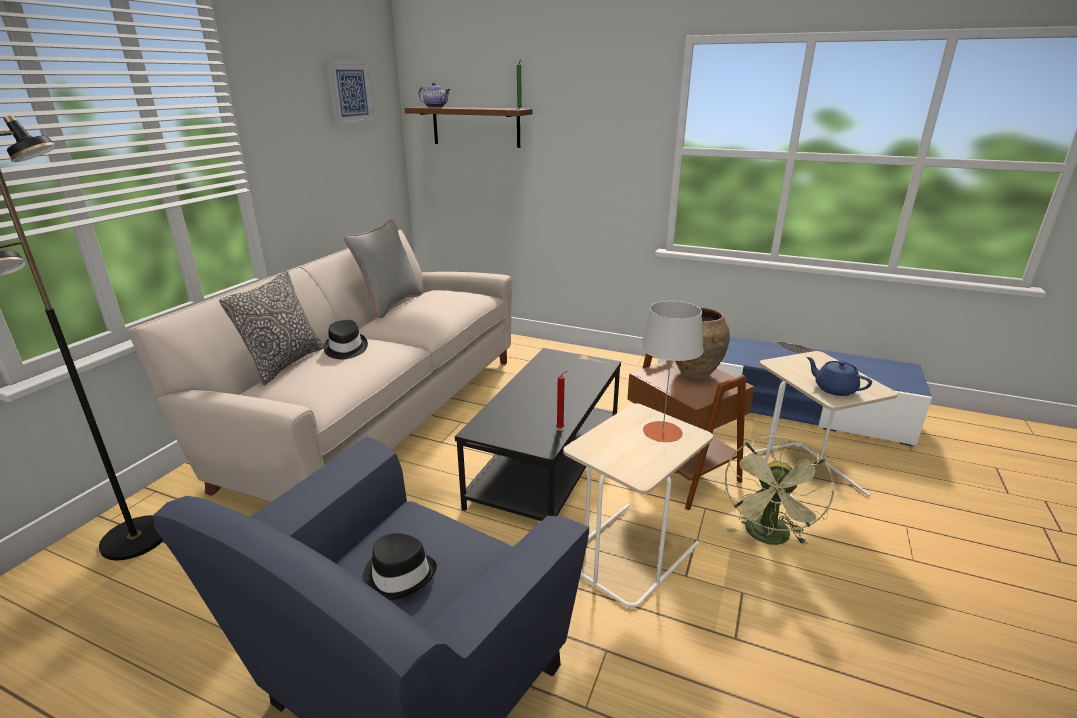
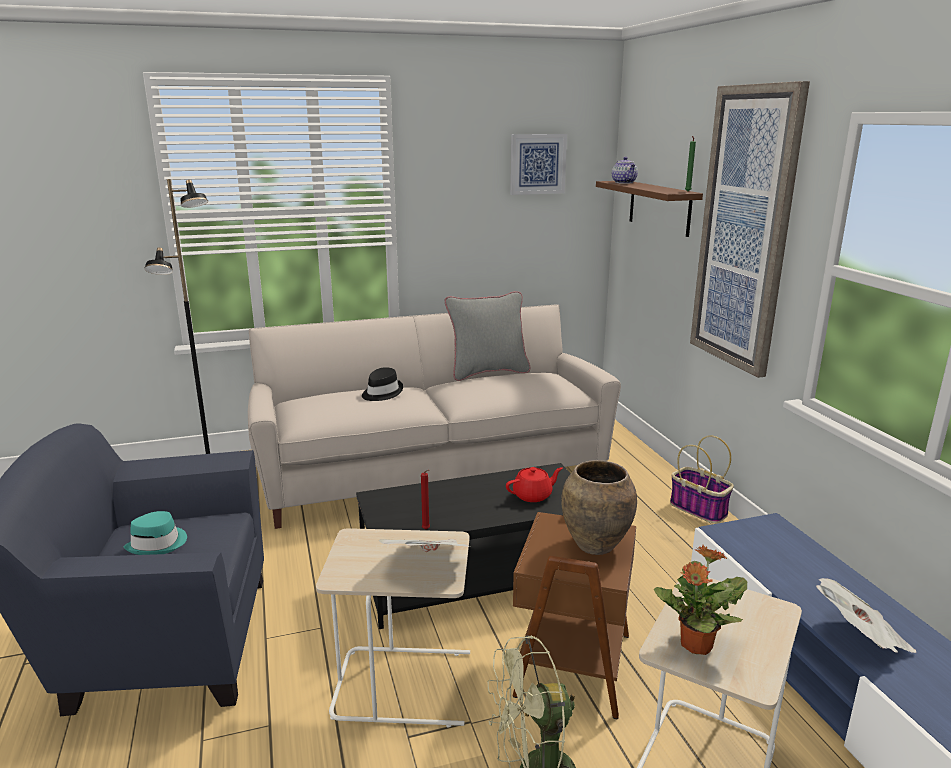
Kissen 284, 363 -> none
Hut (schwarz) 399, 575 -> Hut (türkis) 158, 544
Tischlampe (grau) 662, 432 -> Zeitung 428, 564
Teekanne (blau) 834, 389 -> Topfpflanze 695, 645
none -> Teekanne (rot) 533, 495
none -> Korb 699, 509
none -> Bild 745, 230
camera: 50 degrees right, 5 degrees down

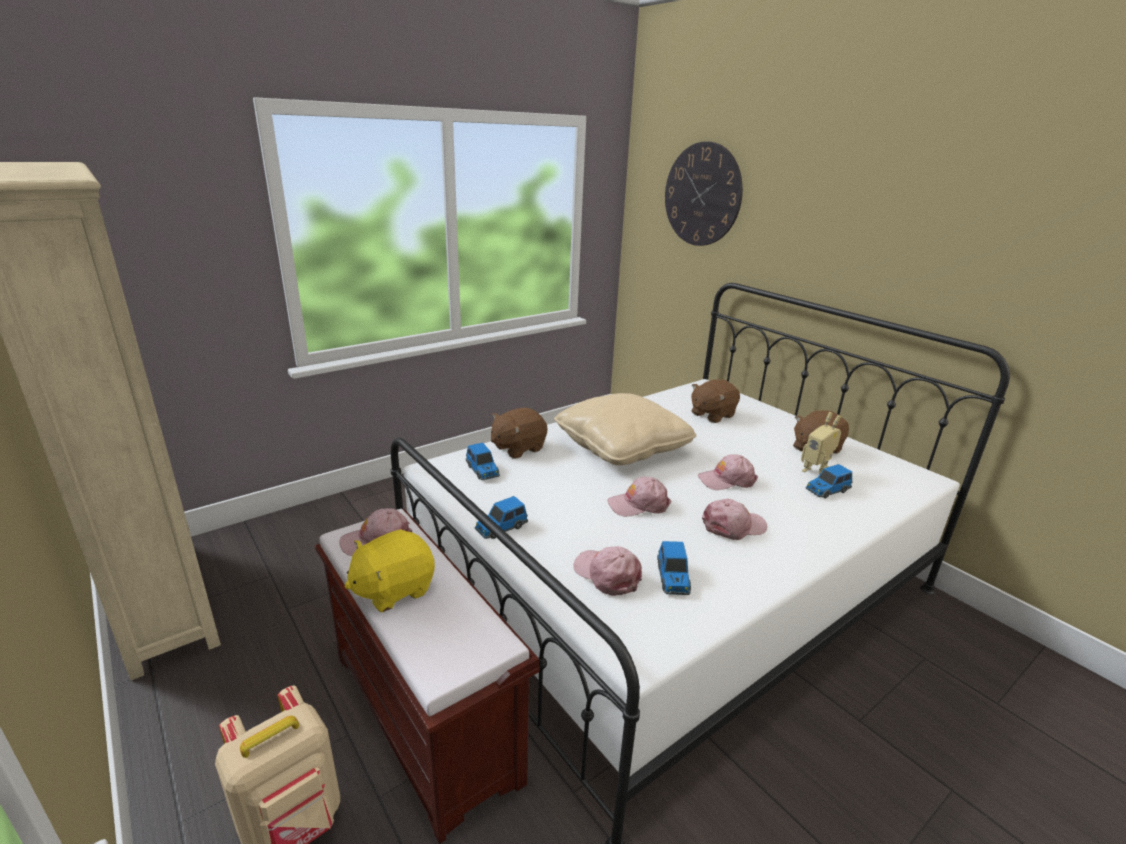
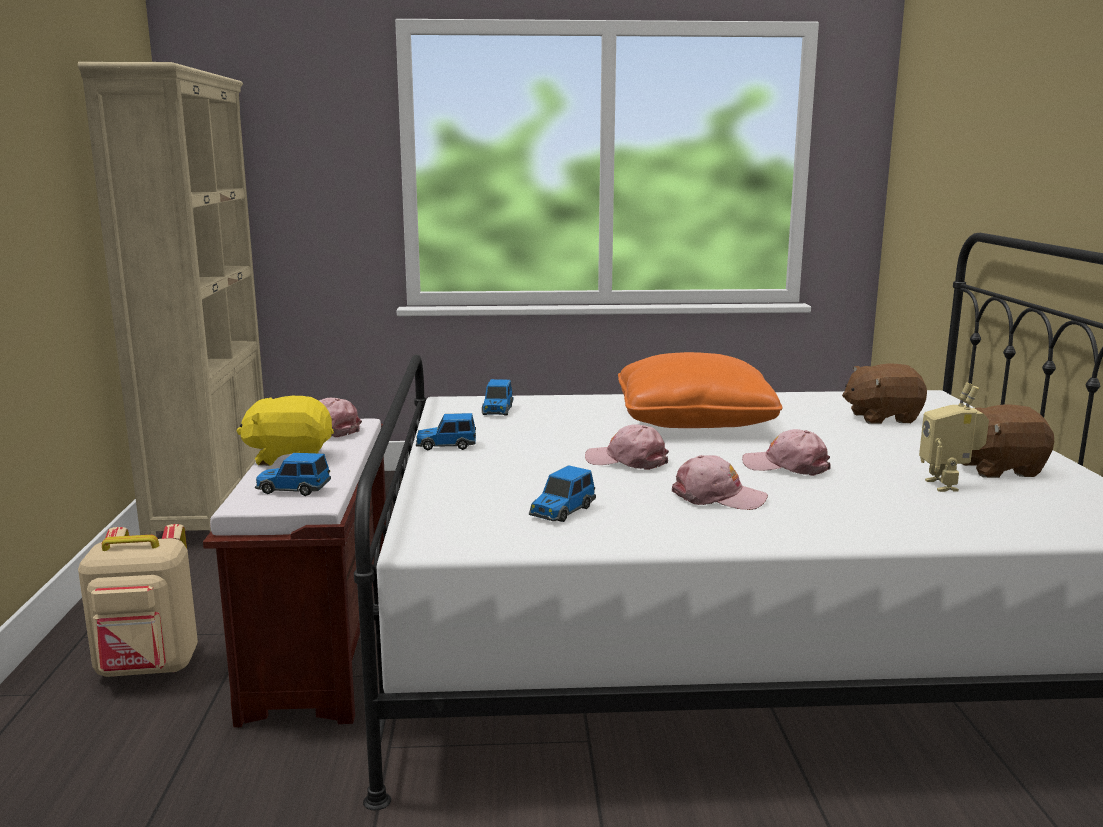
Plüschtier (braun) 518, 448 -> none
Kissen (beige) 622, 446 -> Kissen (orange) 693, 421
Kappe (rosa) 607, 574 -> none
Wanduhr 702, 195 -> none
Spielzeugauto 826, 490 -> Spielzeugauto 293, 489, shifted
camera: 35 degrees right, 10 degrees down

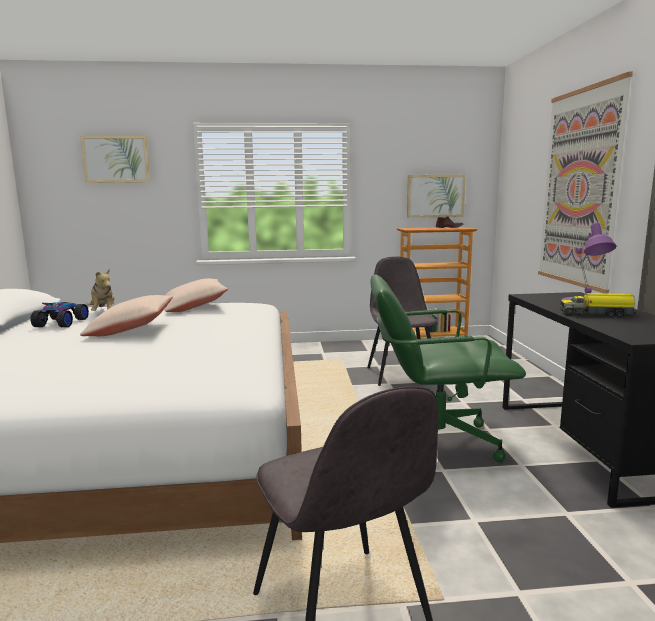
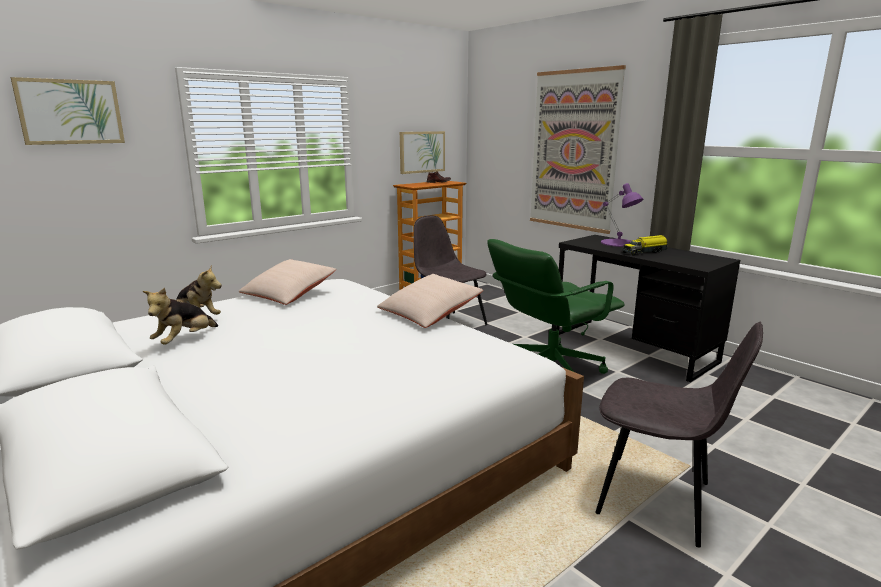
Spielzeugauto 62, 323 -> Plüschtier 184, 340
Kissen (beige) 131, 329 -> Kissen (beige) 429, 313, shifted
camera: 35 degrees left, 5 degrees up

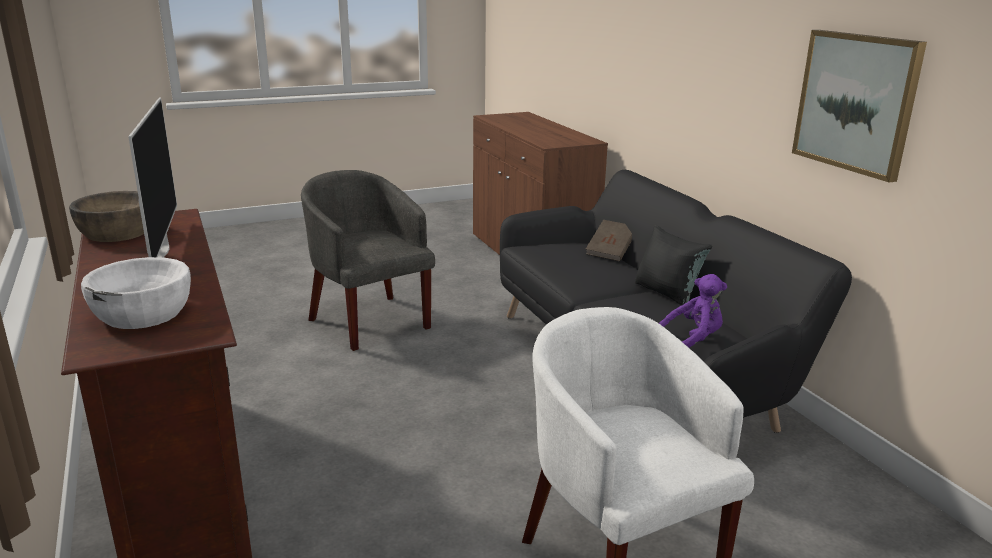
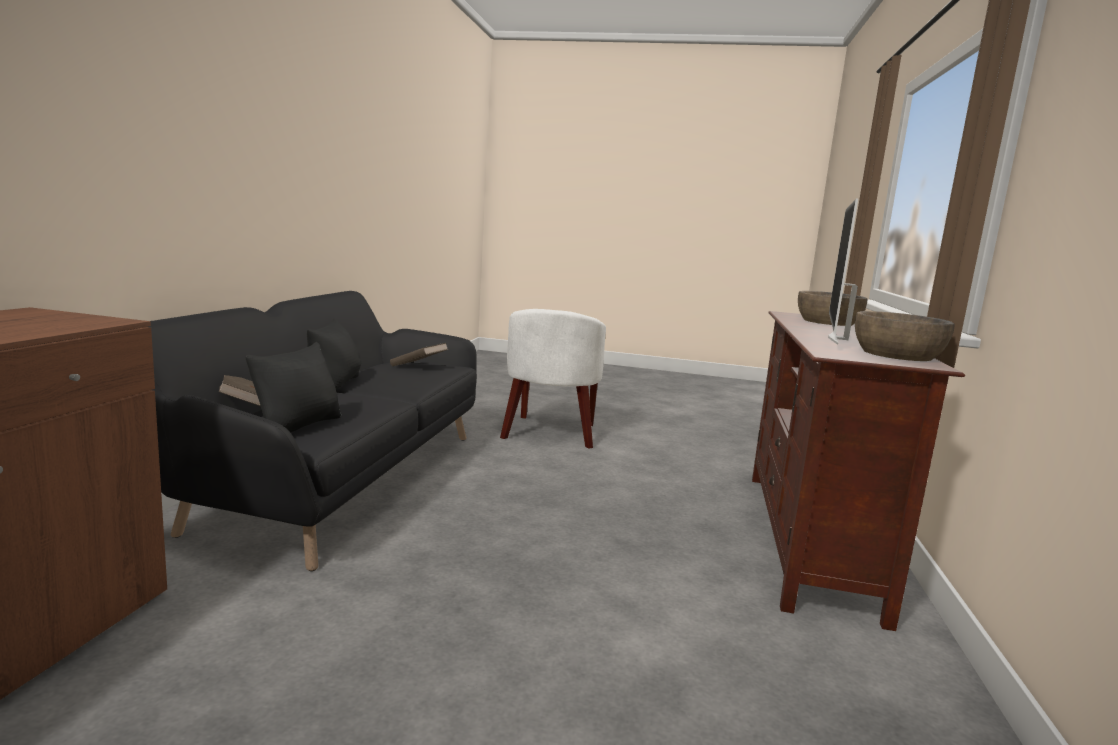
Schüssel (weiß) 143, 313 -> Schüssel (braun) 827, 322
Sessel (grau) 368, 321 -> none
Plüschtier (lila) 692, 341 -> Buch (braun) 418, 367
Bild 856, 102 -> none
none -> Kissen (schwarz) 299, 425
camera: 145 degrees left, 10 degrees down

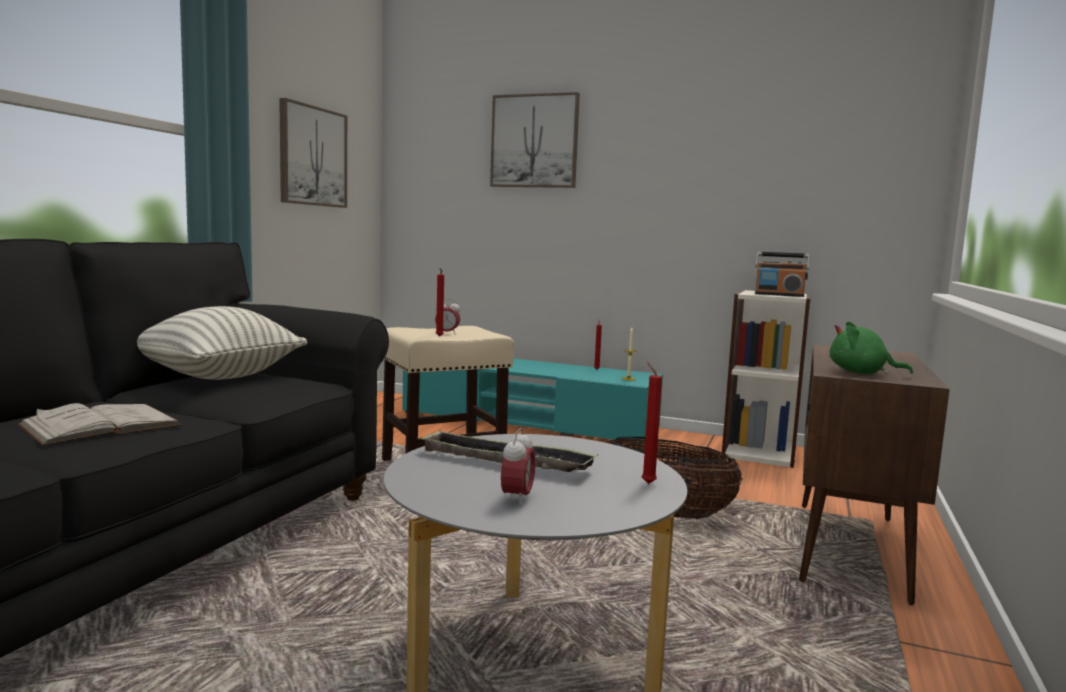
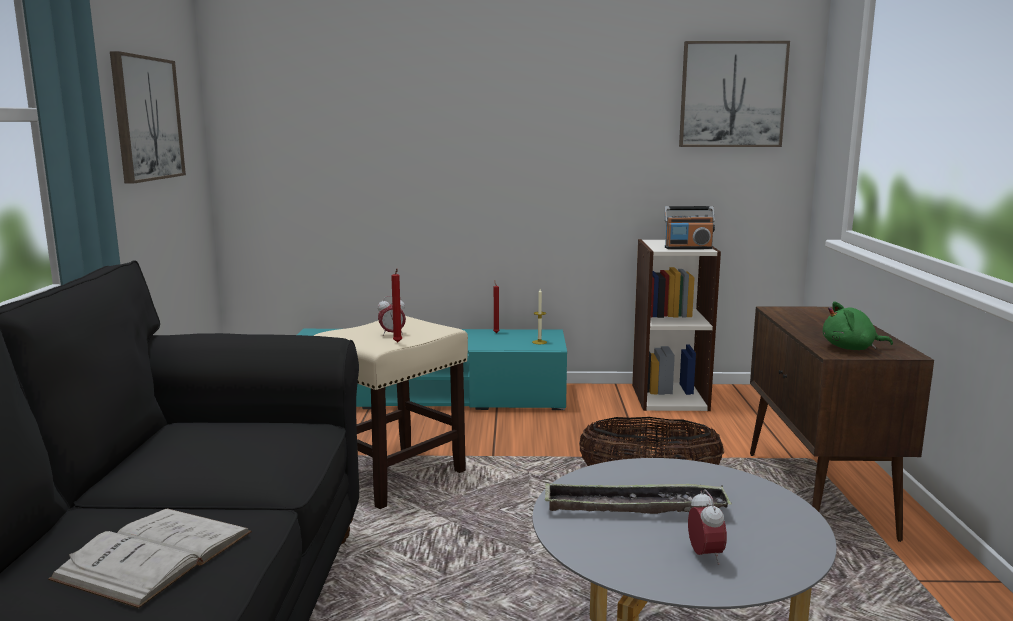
Kissen 218, 376 -> none
Bild 534, 141 -> Bild 732, 94, shifted
Kerze (rot) 647, 483 -> none
camera: 20 degrees left, 5 degrees up

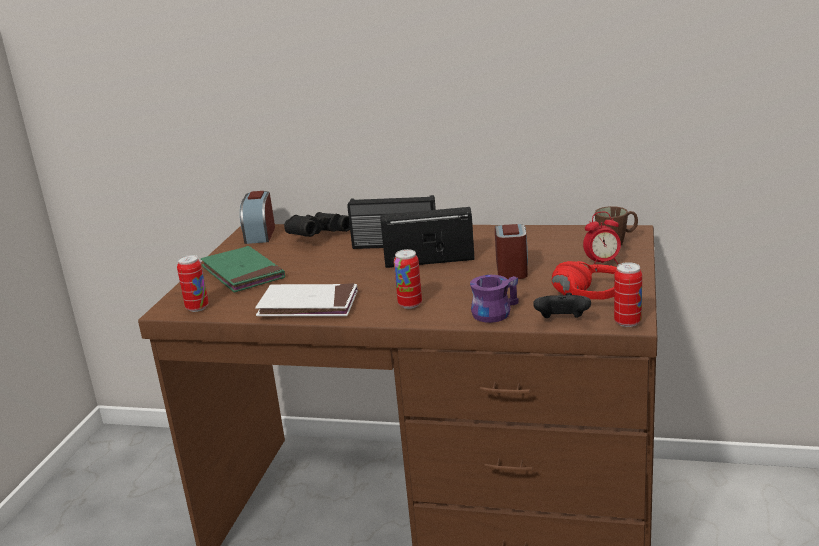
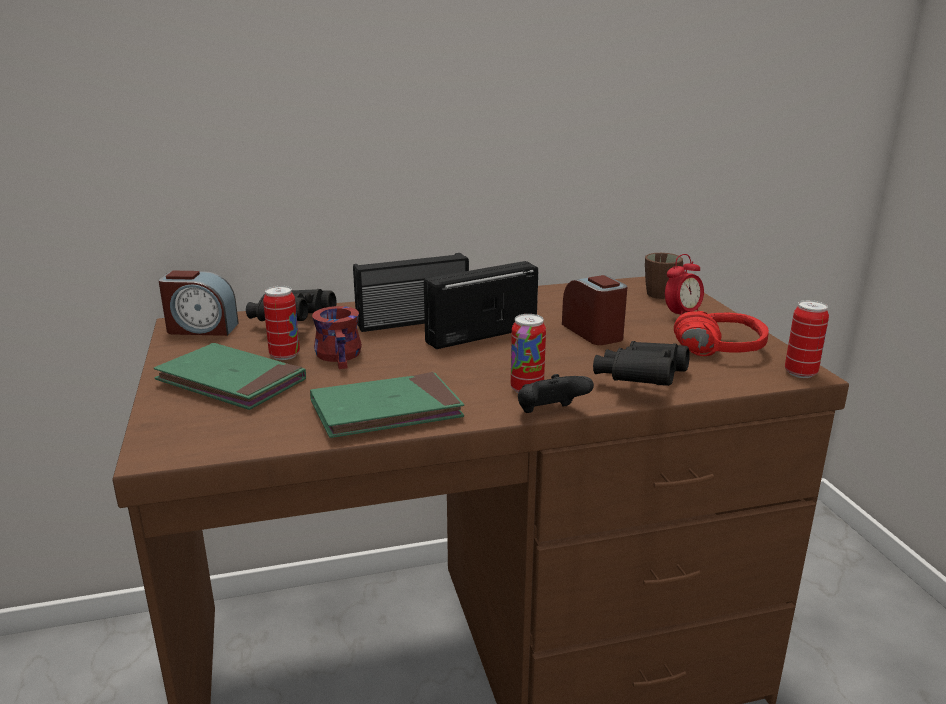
Dose 197, 308 -> Dose 284, 355, shifted
Wecker 260, 234 -> Wecker 201, 328, 60 degrees counterclockwise
Buch (weiß) 308, 305 -> Buch (grün) 386, 411
Henkelbecher (lila) 493, 311 -> Fernglas (schwarz) 640, 382
Gamepad (schwarz) 562, 321 -> Gamepad (schwarz) 550, 414, shifted
none -> Henkelbecher (rot) 342, 355
camera: 30 degrees left, 0 degrees up

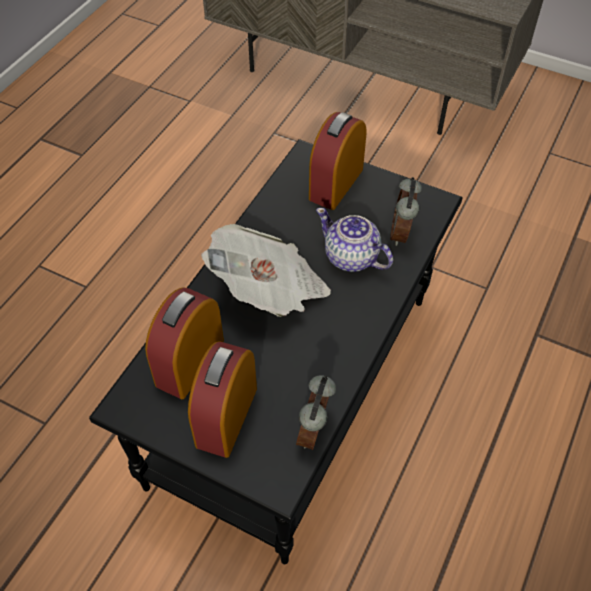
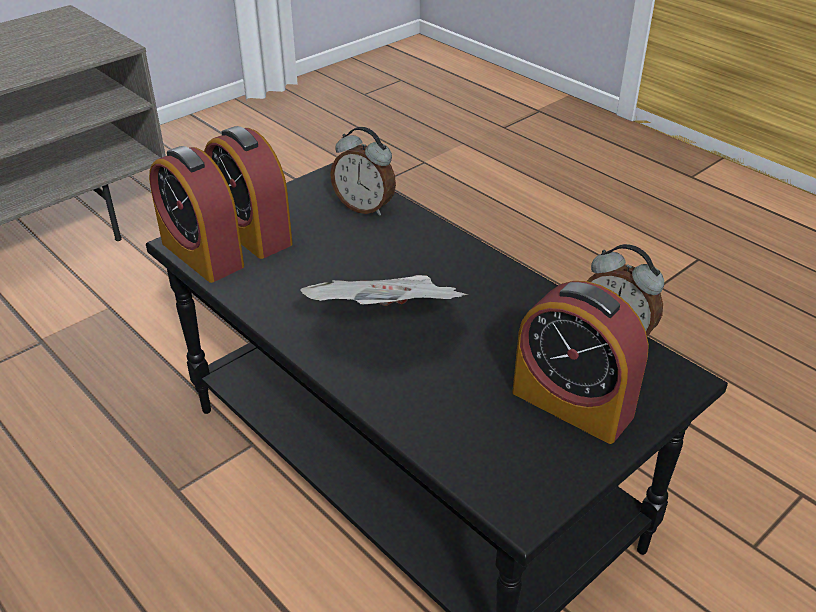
Wecker 190, 362 -> Wecker 202, 254, shifted
Teekanne 351, 258 -> none
camera: 70 degrees left, 15 degrees down

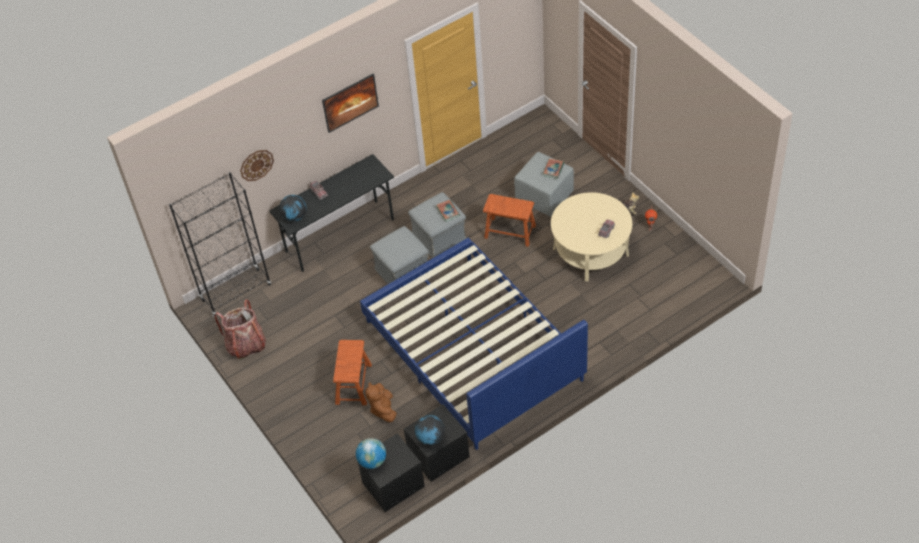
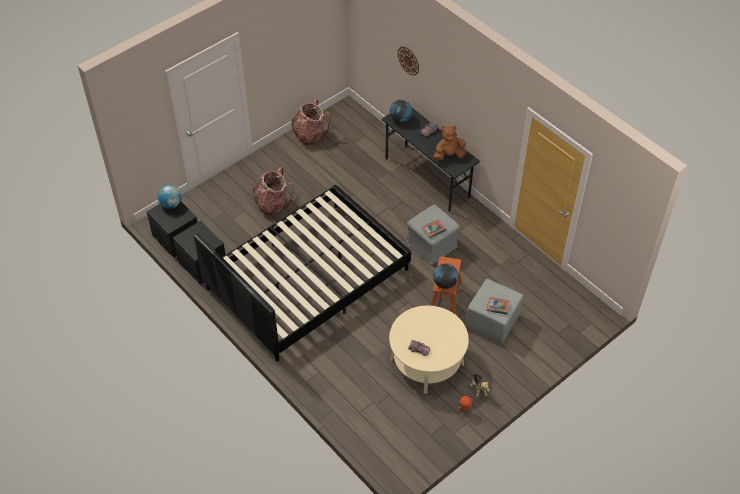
Bücherregal (schwarz) 236, 292 -> none
Bild 351, 110 -> none
Hocker (braun) 353, 384 -> Rucksack 272, 204
Bett (blau) 472, 351 -> Bett (schwarz) 307, 279
Plüschtier (braun) 383, 409 -> Plüschtier (braun) 449, 155, shifted
Polsterhocker (grau) 402, 272 -> none
Globus 430, 438 -> Globus 444, 283, shifted
camera: 80 degrees right, 0 degrees up

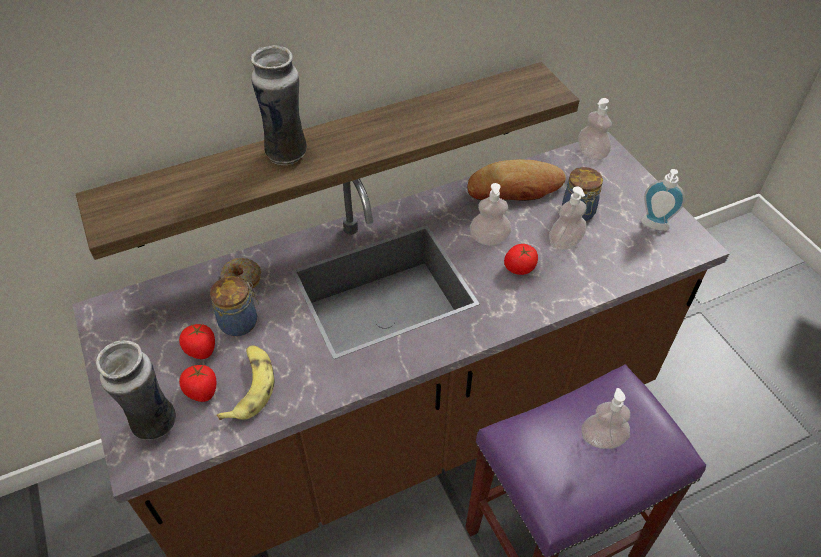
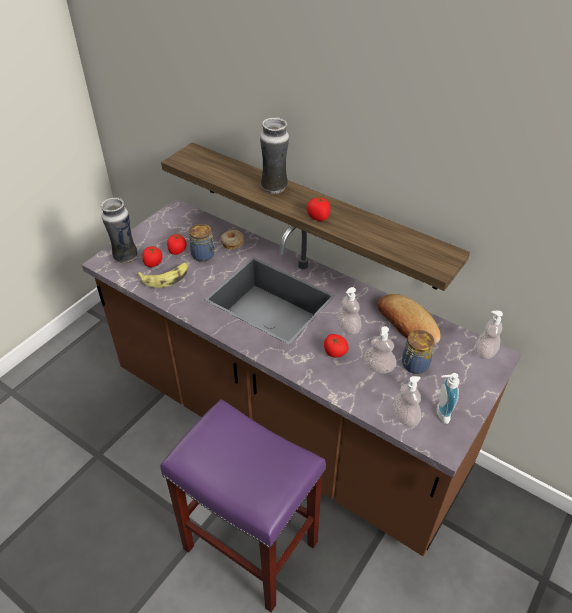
Seifenspender 602, 439 -> Seifenspender 404, 417, shifted
none -> Tomate 318, 217
camera: 60 degrees right, 5 degrees down

